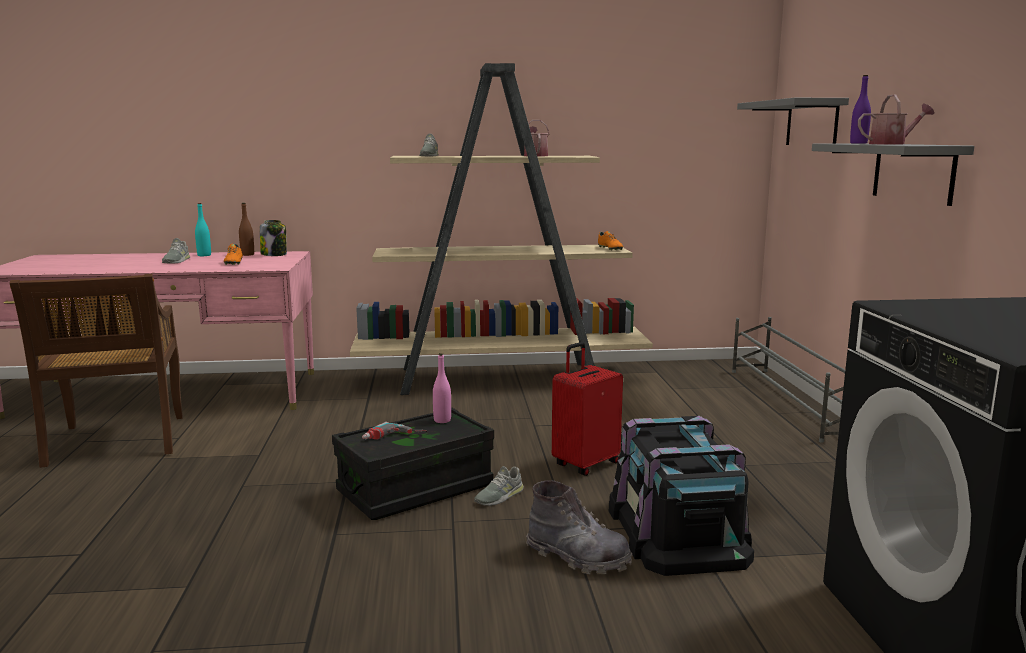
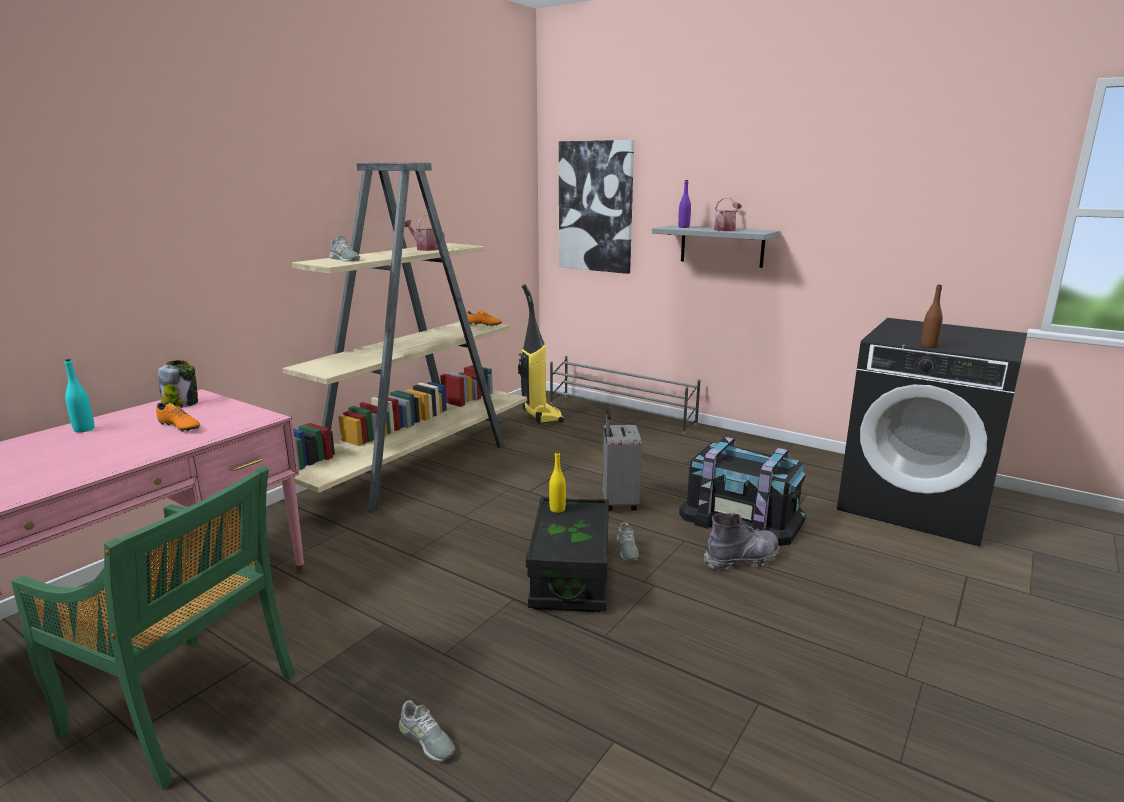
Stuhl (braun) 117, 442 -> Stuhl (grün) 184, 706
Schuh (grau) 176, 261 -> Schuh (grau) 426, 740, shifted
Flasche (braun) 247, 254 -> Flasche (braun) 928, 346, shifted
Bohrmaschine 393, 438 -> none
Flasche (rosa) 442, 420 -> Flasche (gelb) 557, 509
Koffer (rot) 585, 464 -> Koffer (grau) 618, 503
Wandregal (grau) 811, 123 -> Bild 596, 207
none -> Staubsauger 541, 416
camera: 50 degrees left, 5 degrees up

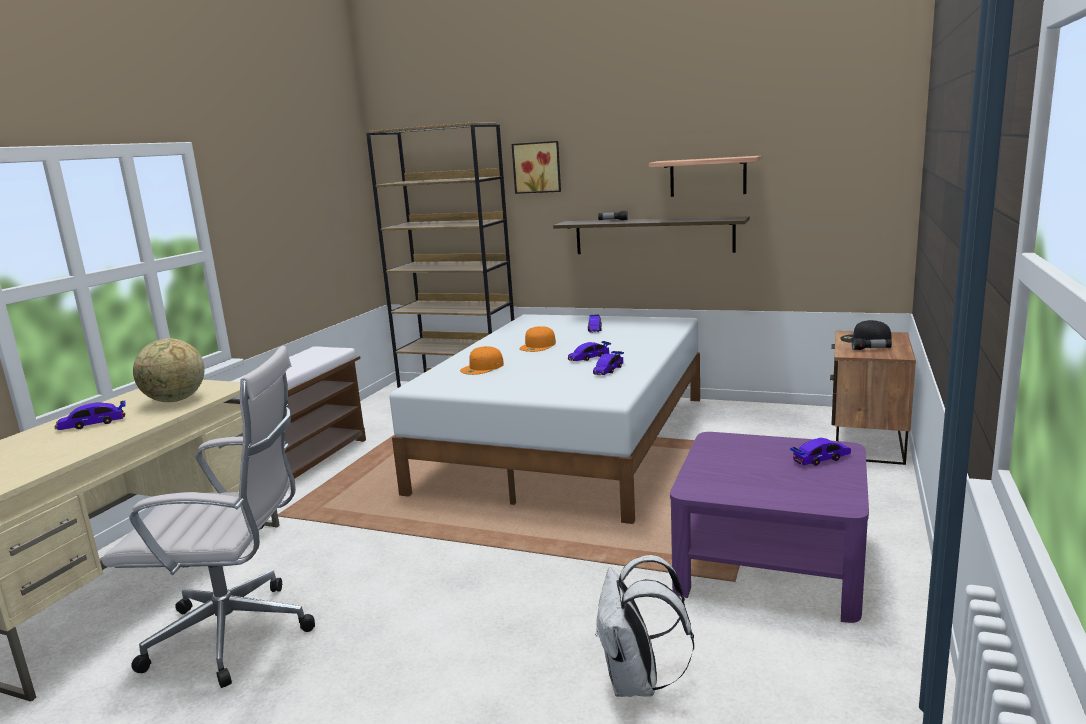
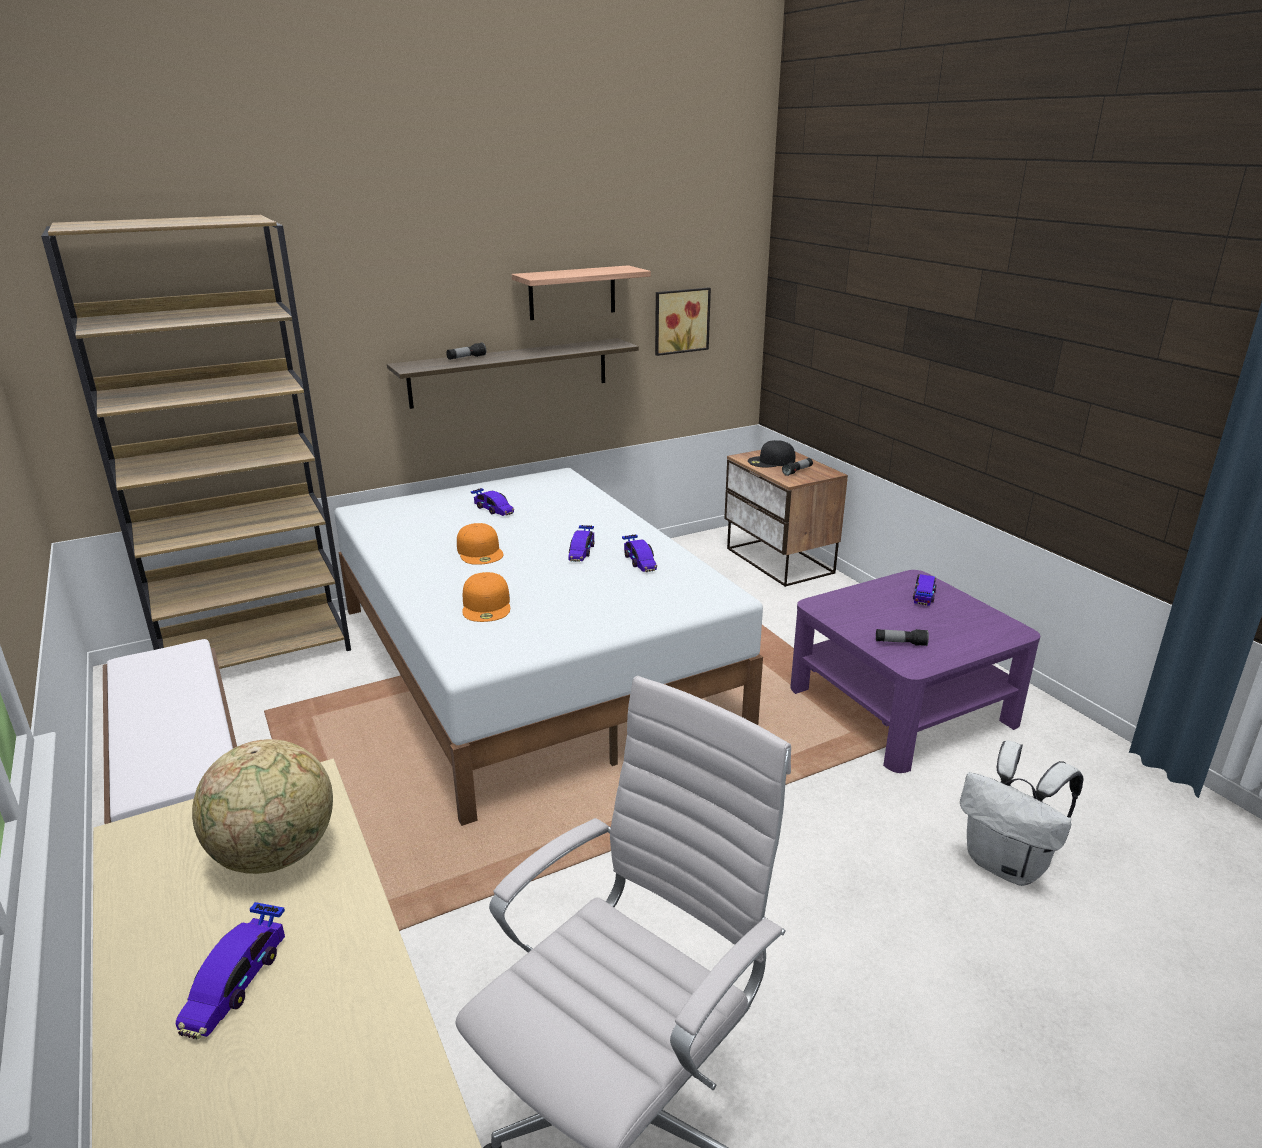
Bild 537, 167 -> Bild 680, 320, shifted
none -> Taschenlampe 900, 643
camera: 50 degrees left, 10 degrees up

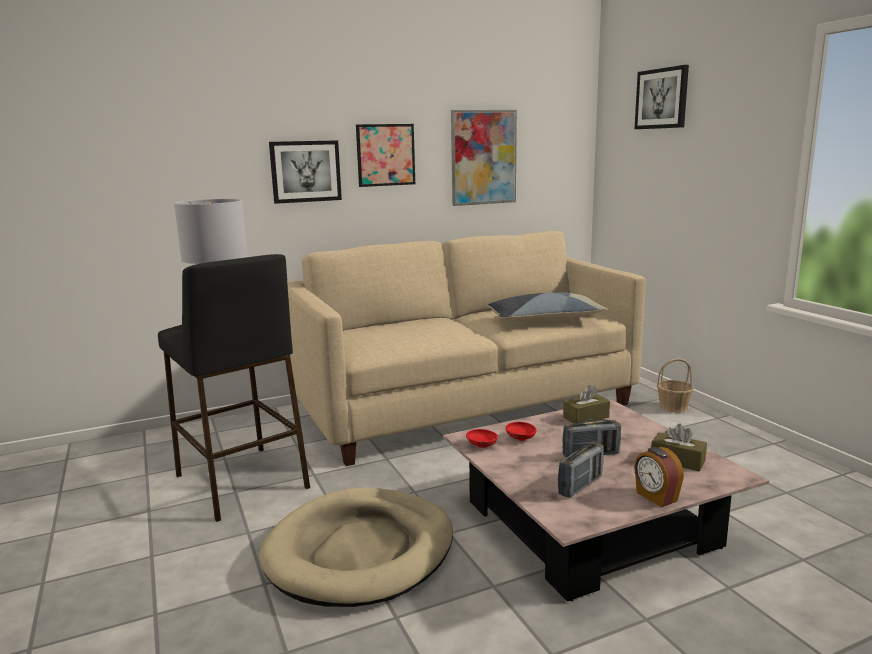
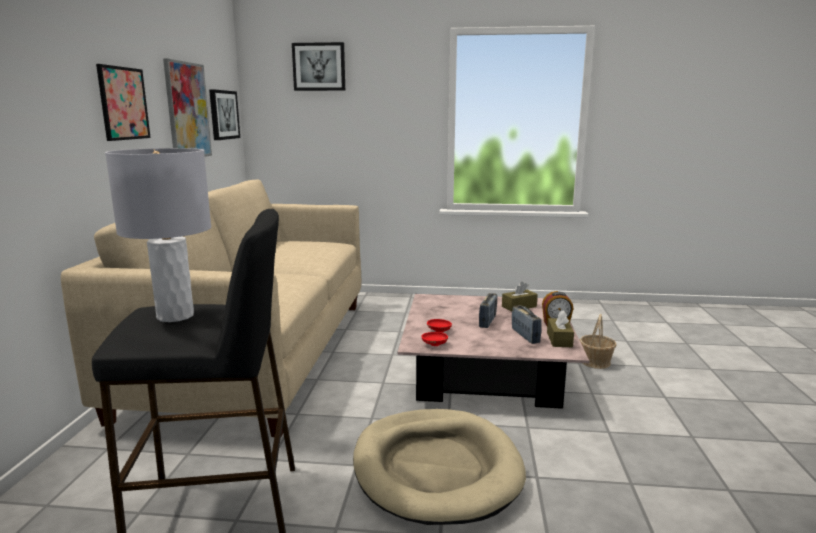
Bild 305, 171 -> Bild 223, 115, shifted
Kissen 545, 319 -> none
Taschentuchbox (braun) 586, 417 -> Taschentuchbox (braun) 559, 339, shifted
Korb 673, 407 -> Korb 596, 362, shifted
camera: 60 degrees left, 0 degrees up

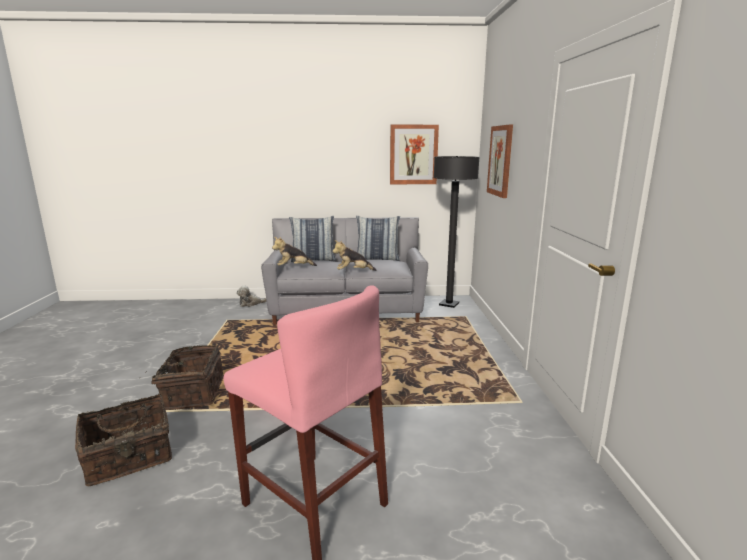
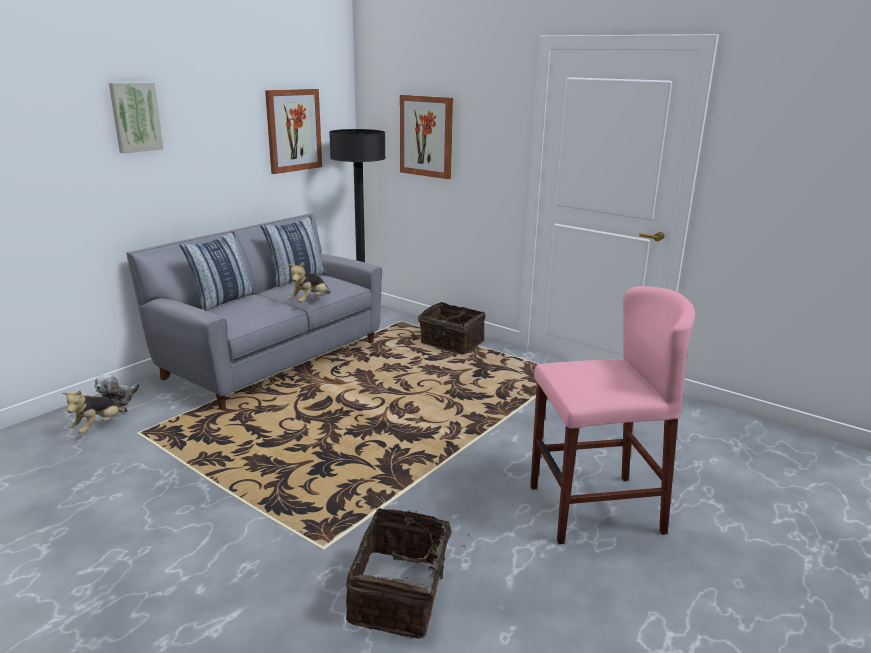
Korb 192, 393 -> Korb 451, 343, shifted
Plüschtier 294, 267 -> Plüschtier 98, 427, shifted
none -> Bild 135, 117
camera: 50 degrees left, 5 degrees up

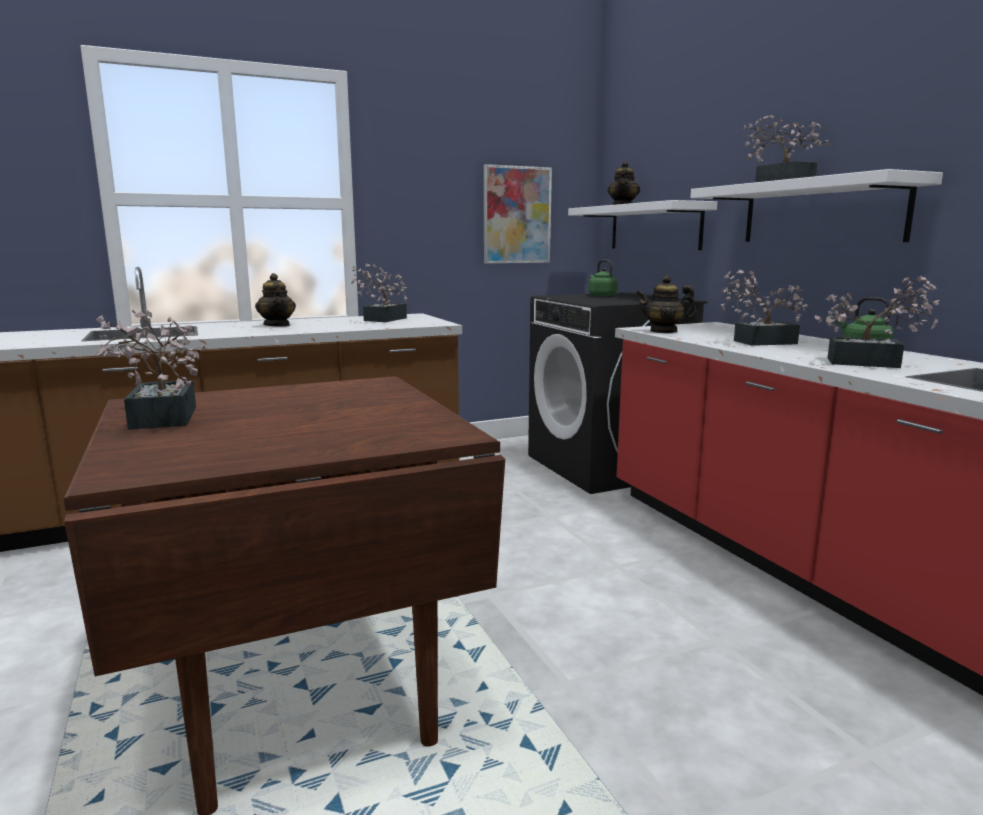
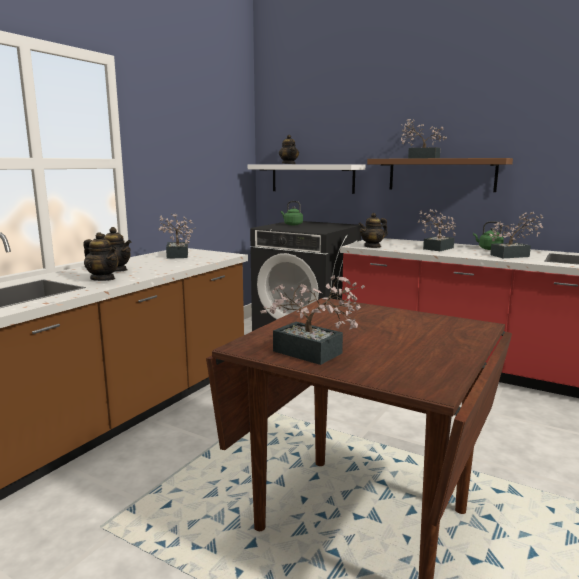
Bild 517, 215 -> none
Wandregal (weiß) 821, 212 -> Wandregal (braun) 441, 174
none -> Teekanne 103, 279
camera: 35 degrees left, 0 degrees up

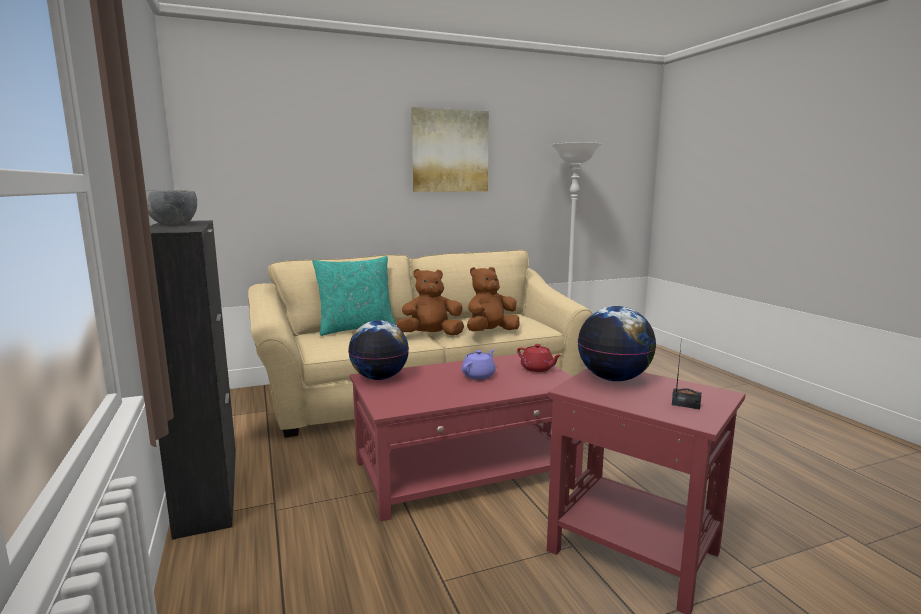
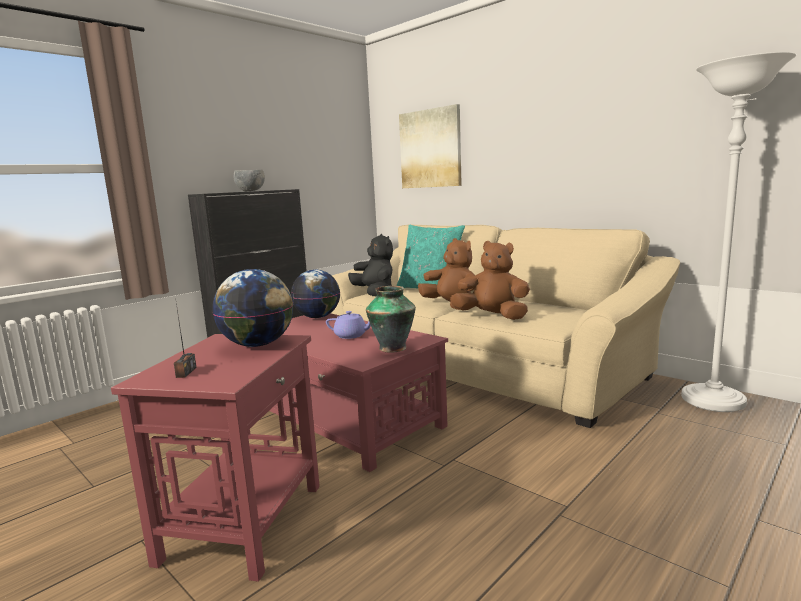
Bild 450, 151 -> Bild 430, 149, shifted
Teekanne (rot) 537, 369 -> Vase 393, 347
none -> Plüschtier (schwarz) 375, 294
camera: 65 degrees right, 0 degrees up

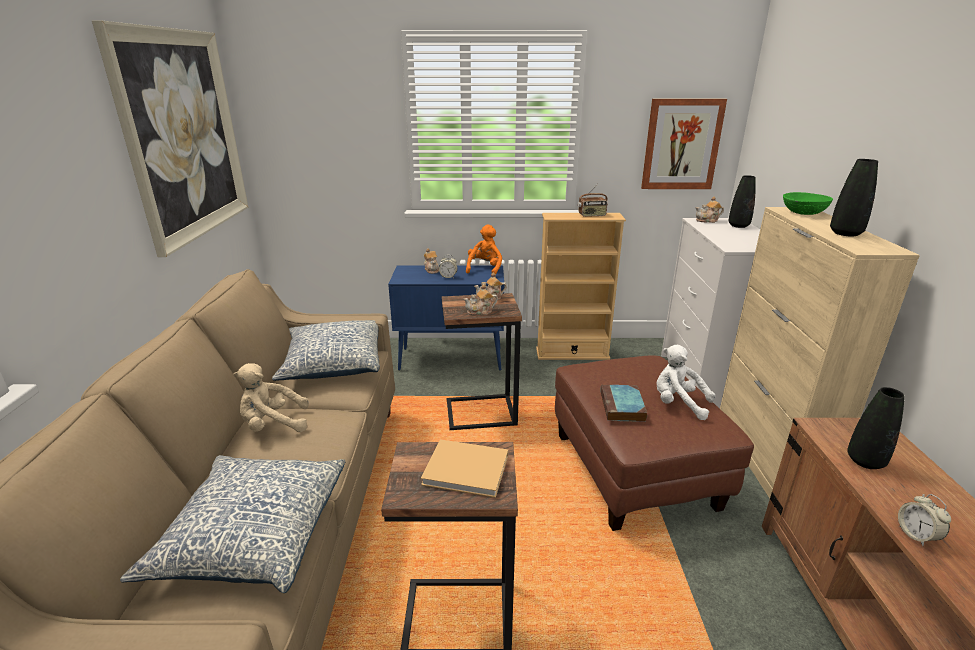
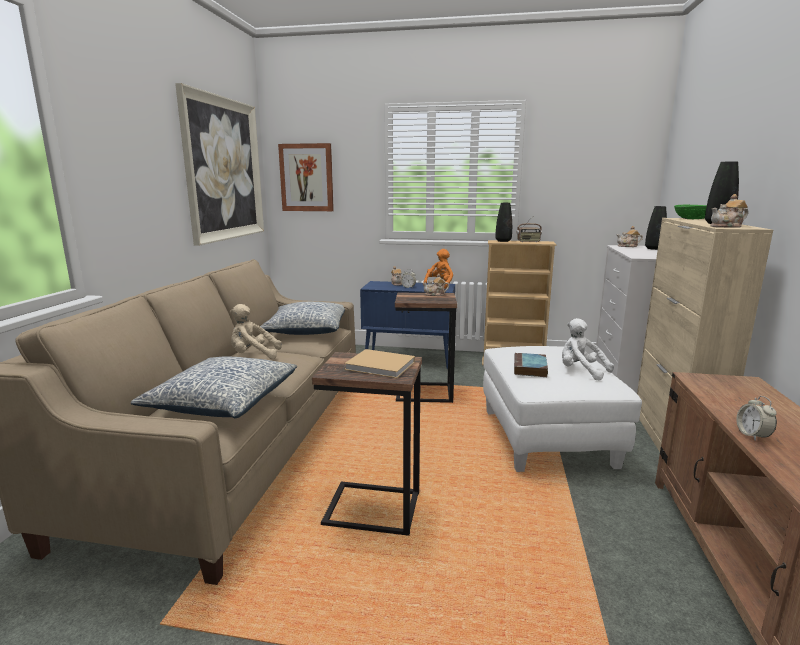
Teekanne 480, 311 -> Teekanne 727, 226, shifted
Polsterhocker (braun) 633, 470 -> Polsterhocker (weiß) 546, 437
Bild 681, 144 -> Bild 306, 178, shifted
Vase (schwarz) 865, 461 -> Vase (schwarz) 503, 241, shifted
camera: 10 degrees right, 10 degrees down

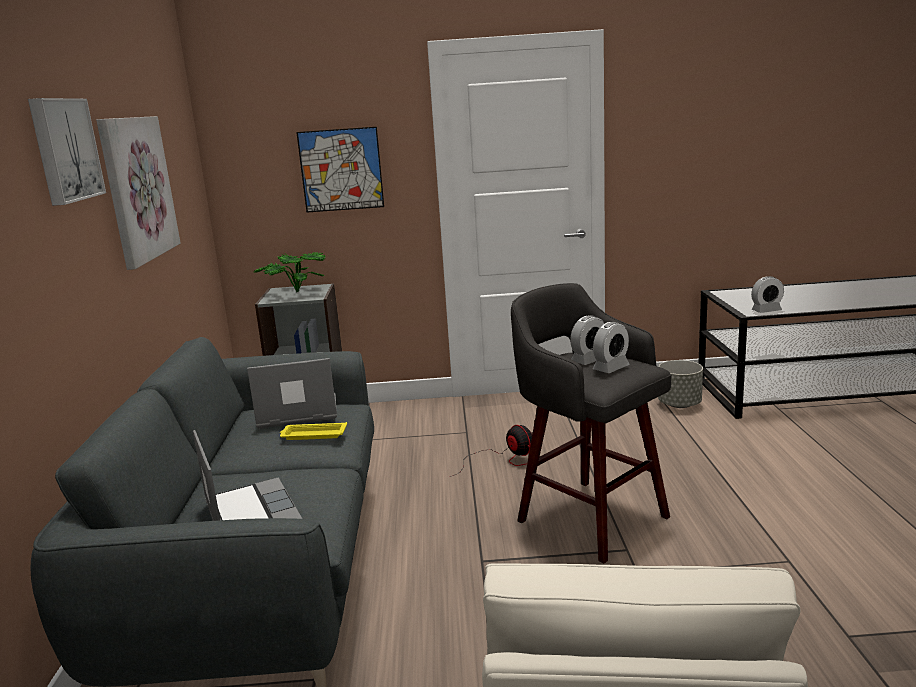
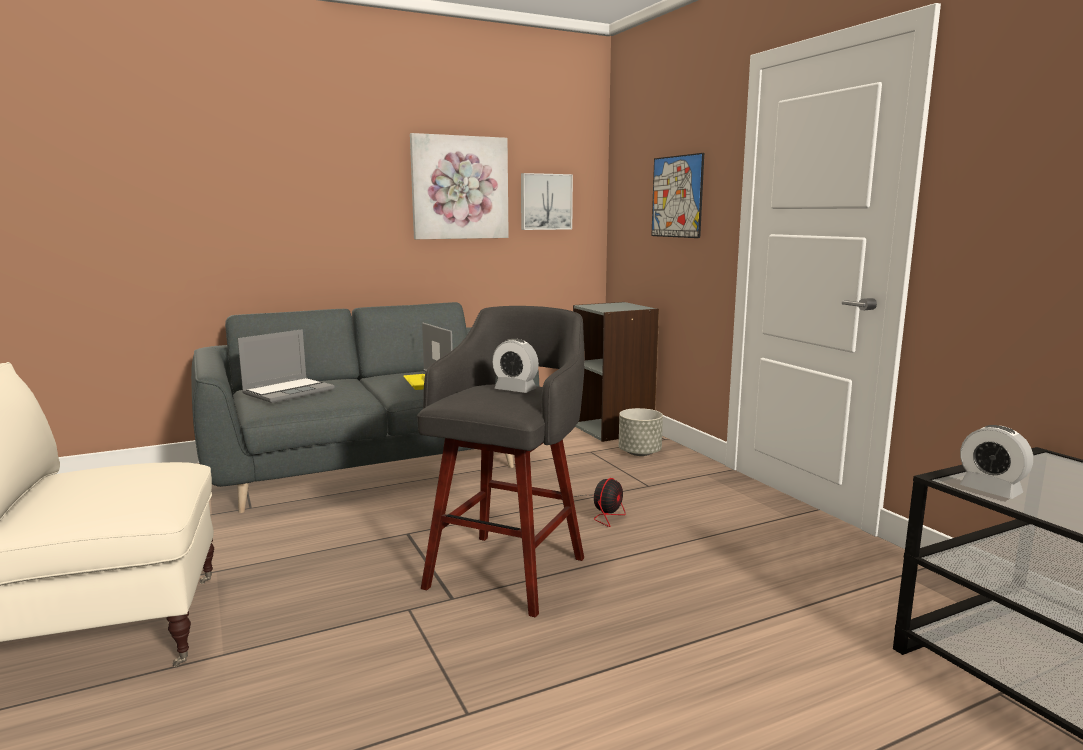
Bild 64, 150 -> Bild 545, 202, shifted
Topfpflanze 296, 293 -> none
Wecker 611, 368 -> none
Pflanzkübel (grau) 679, 404 -> Pflanzkübel (grau) 640, 453, shifted
camera: 65 degrees right, 5 degrees down

